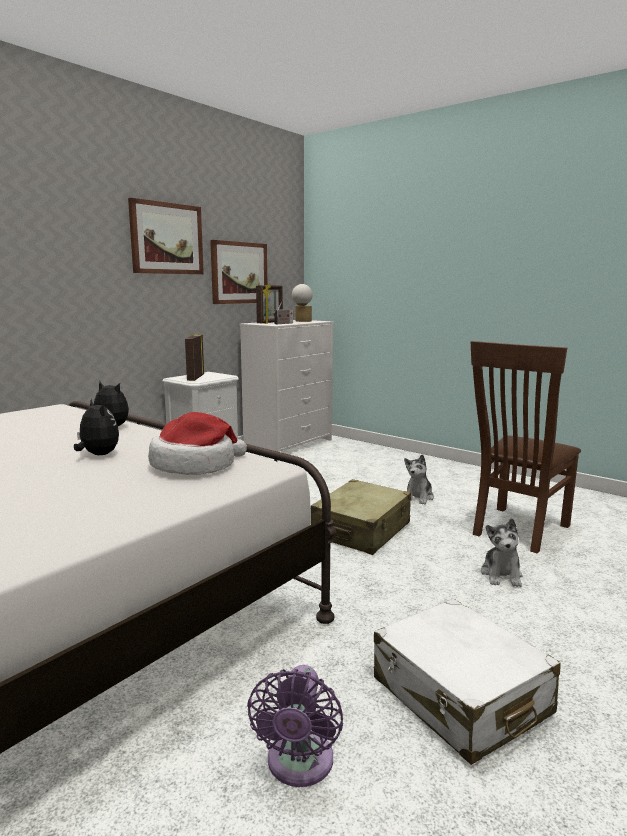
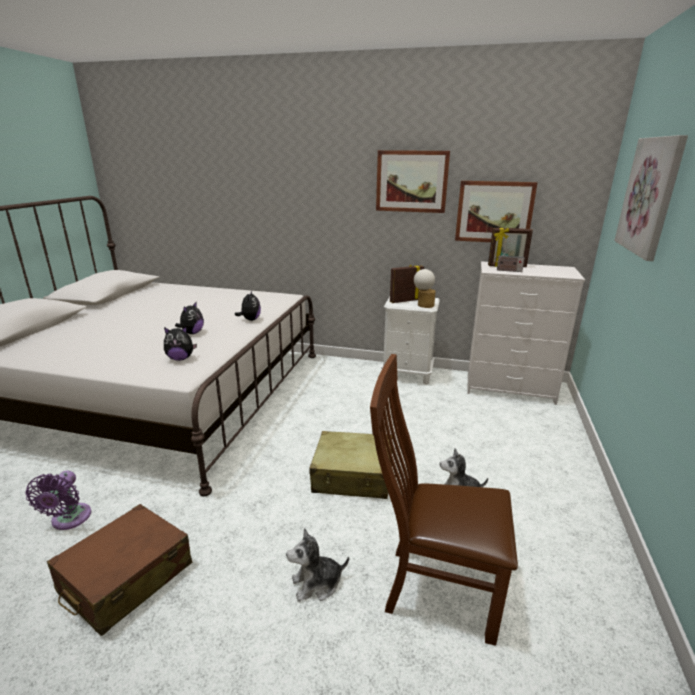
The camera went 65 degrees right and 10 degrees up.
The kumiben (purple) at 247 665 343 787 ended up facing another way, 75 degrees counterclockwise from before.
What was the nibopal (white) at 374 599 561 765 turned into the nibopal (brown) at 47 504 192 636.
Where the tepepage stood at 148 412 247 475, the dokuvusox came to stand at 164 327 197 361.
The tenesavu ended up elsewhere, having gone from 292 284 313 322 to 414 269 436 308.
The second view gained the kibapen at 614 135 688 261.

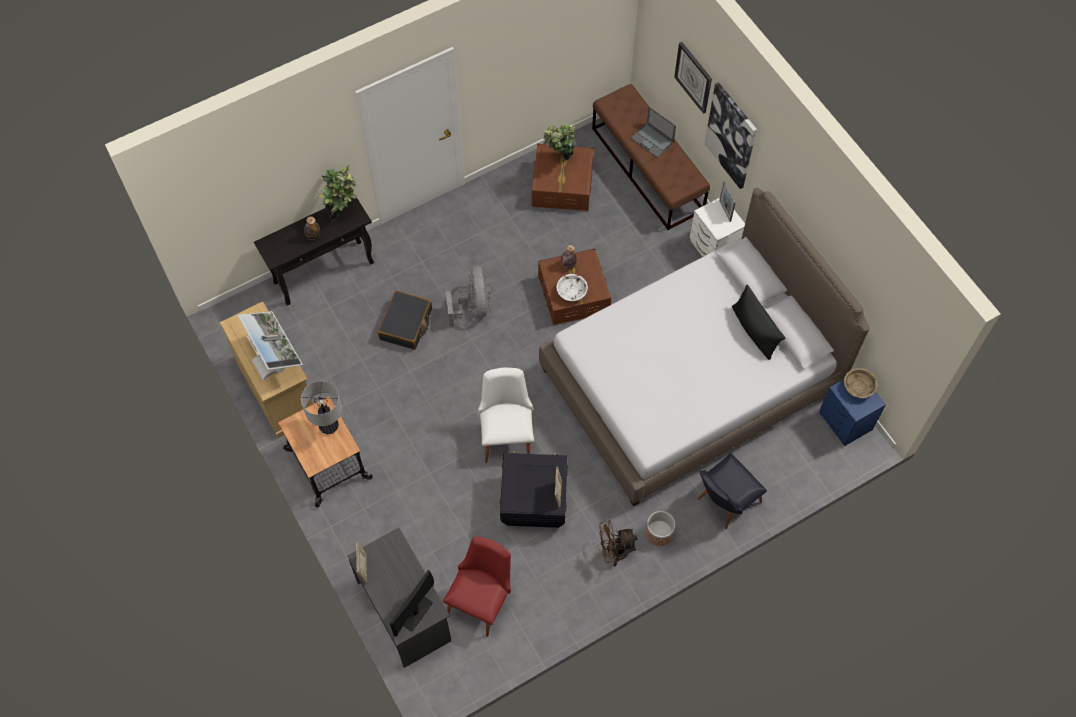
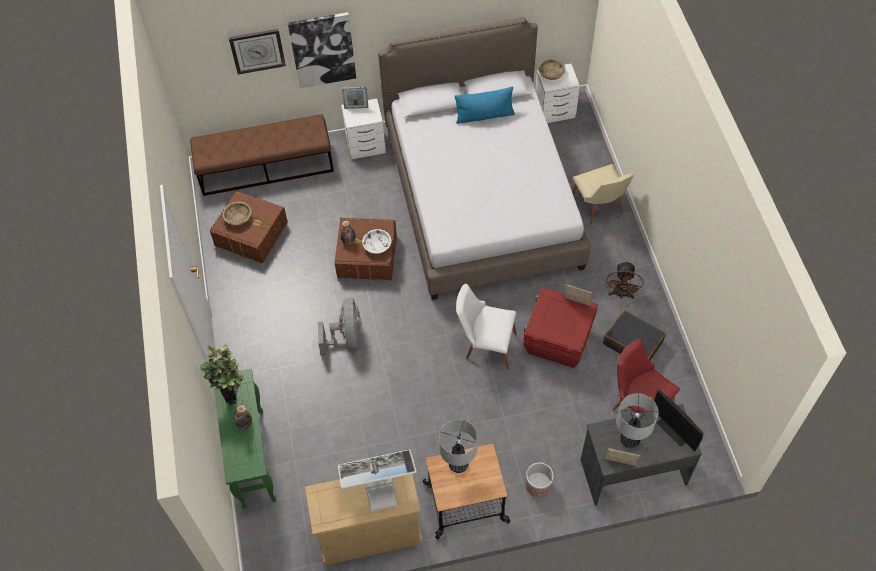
The camera went 70 degrees left and 5 degrees down.
What was the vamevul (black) at 254 194 374 306 turned into the vamevul (green) at 214 369 276 509.
Where the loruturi stood at 543 124 577 160, the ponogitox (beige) came to stand at 223 202 251 225.
The kumiben (grey) at 446 266 490 327 ended up facing another way, 75 degrees clockwise from before.
What was the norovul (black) at 732 285 785 360 turned into the norovul (blue) at 454 86 515 124.
What was the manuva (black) at 500 451 568 528 turned into the manuva (red) at 523 287 598 368.
The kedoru ended up elsewhere, having gone from 646 511 675 546 to 525 463 554 497.
What was the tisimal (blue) at 819 379 886 446 turned into the tisimal (white) at 535 64 580 123.
What was the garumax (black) at 698 453 767 529 turned into the garumax (beige) at 573 164 634 224.
The nibopal (black) ended up elsewhere, having gone from 378 290 432 350 to 603 310 666 361.
The second view gained the tenesavu at 616 393 658 448.
The second view lost the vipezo at 631 107 676 157.

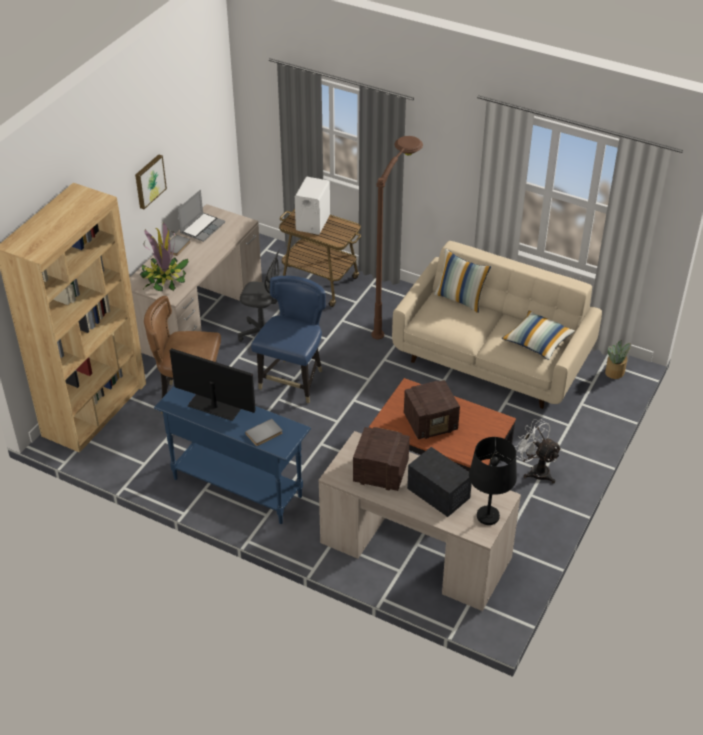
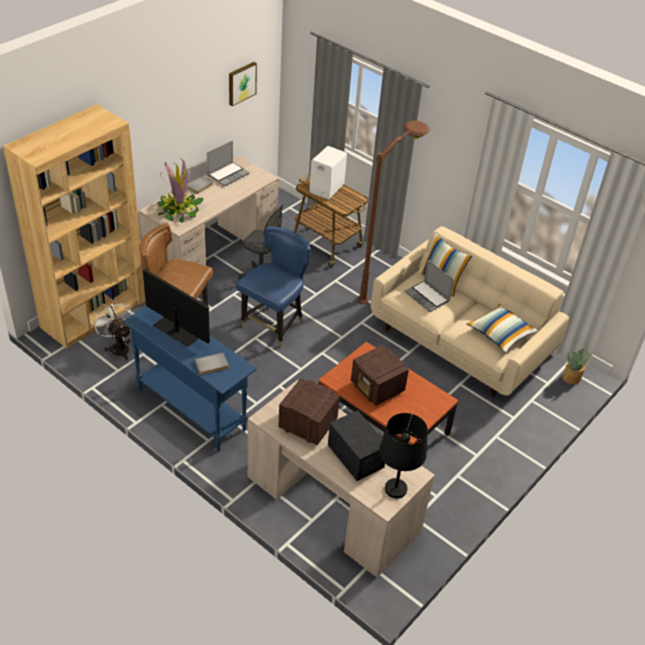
The camera went 10 degrees right and 0 degrees up.
The kumiben (white) ended up elsewhere, having gone from 515 419 562 484 to 92 300 133 360.
The kibapen ended up elsewhere, having gone from 135 154 167 209 to 229 62 257 106.
The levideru at 404 380 460 439 ended up facing another way, 60 degrees clockwise from before.
The second view gained the vipezo at 404 260 454 312.

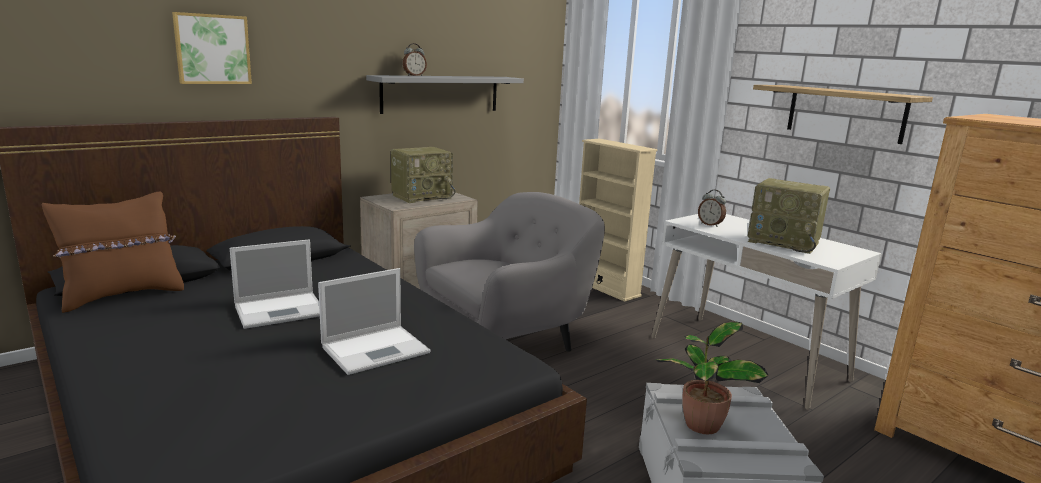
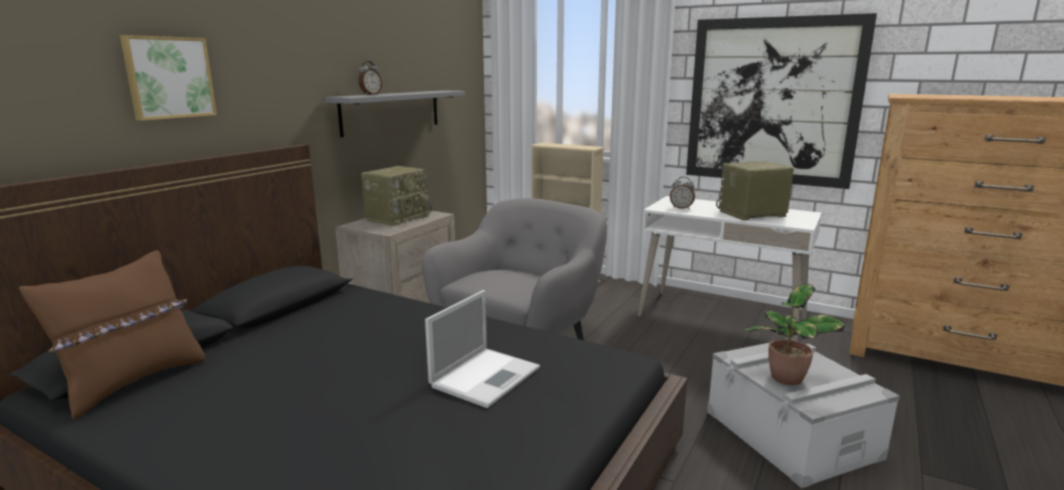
The camera went 20 degrees left and 0 degrees up.
Where the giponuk hung at 753 85 933 144, the kibapen came to hang at 686 13 877 189.
The levideru at 747 178 830 254 ended up facing another way, 150 degrees clockwise from before.
The second view lost the vipezo at 230 239 320 329.

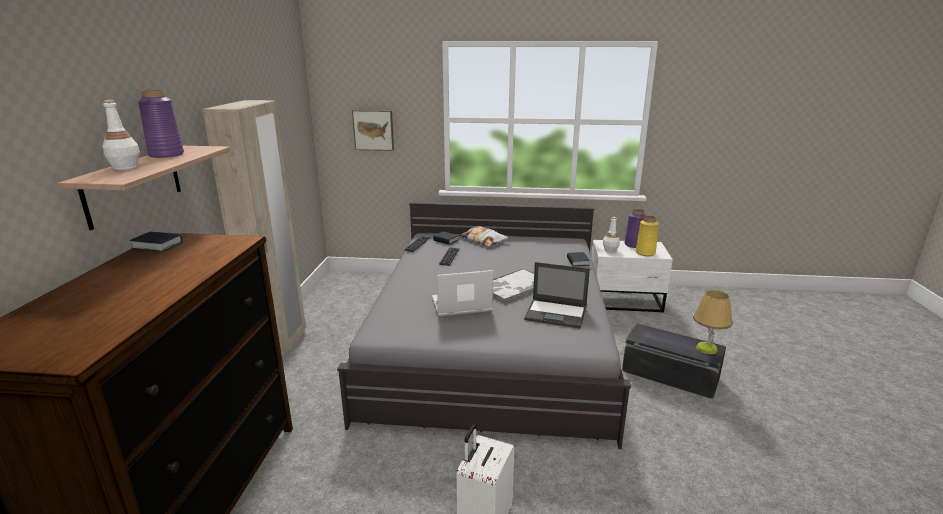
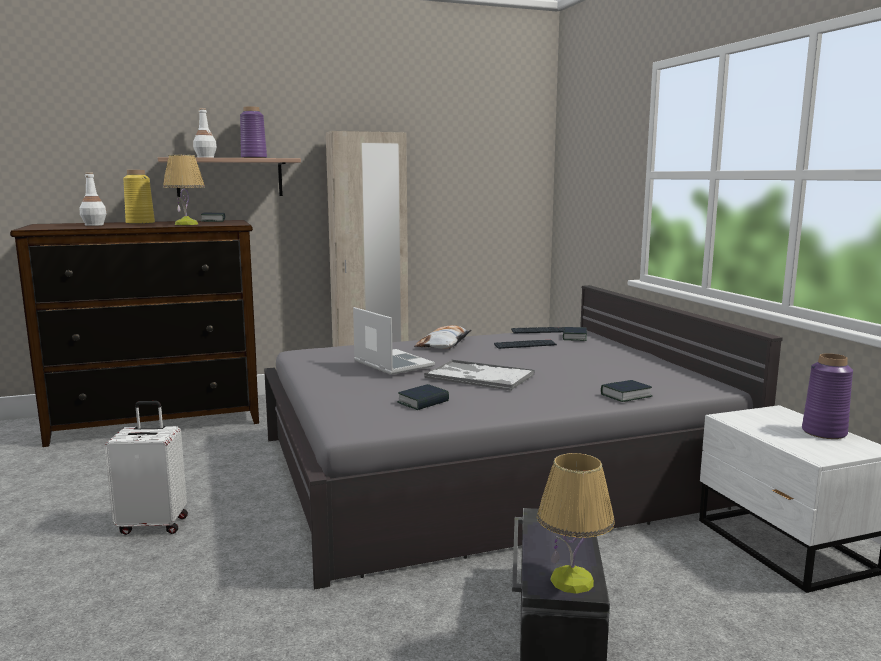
The camera went 65 degrees right and 10 degrees down.
The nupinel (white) ended up elsewhere, having gone from 603 217 620 253 to 80 172 107 226.
The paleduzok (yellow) ended up elsewhere, having gone from 636 216 659 256 to 123 170 155 224.
The second view gained the tenesavu at 163 155 205 225.
Where the vipezo stood at 524 262 590 329, the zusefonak came to stand at 397 384 449 410.
The norovul ended up elsewhere, having gone from 459 226 508 247 to 415 325 472 349.
The second view lost the kibapen at 352 110 394 151.

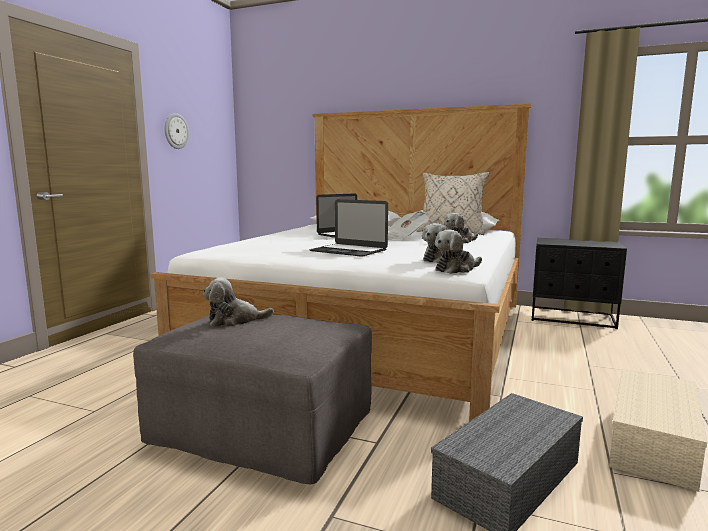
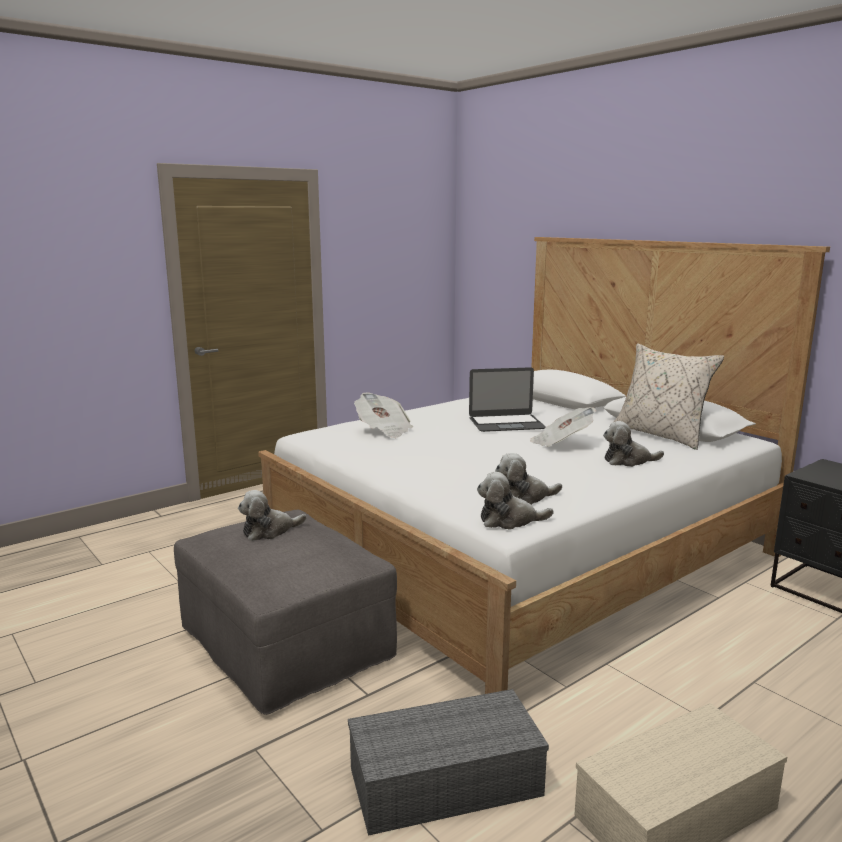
The camera went 30 degrees right and 5 degrees up.
The dokuvusox at 203 277 274 327 ended up facing another way, 45 degrees counterclockwise from before.
The second view gained the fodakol at 354 392 413 438.
The second view lost the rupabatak at 164 113 189 149.
The second view lost the vipezo at 309 199 388 257.

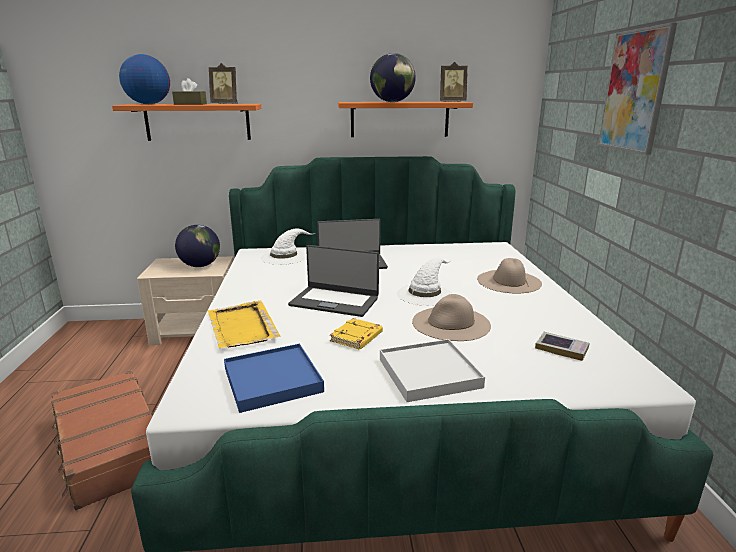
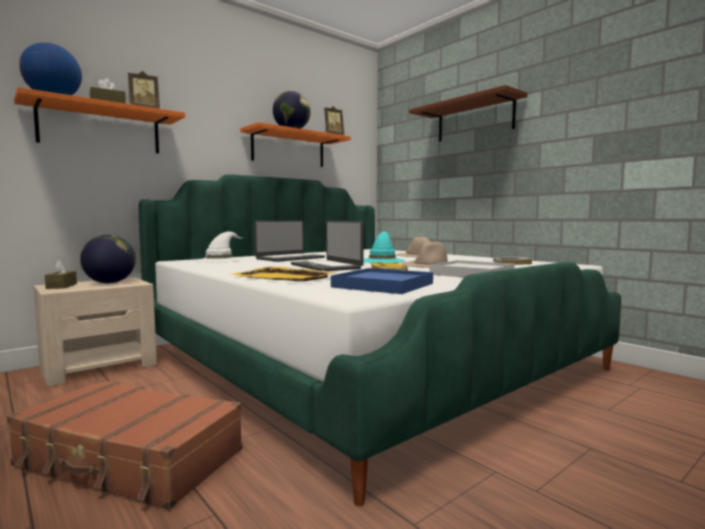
The camera went 35 degrees left and 15 degrees down.
The second view gained the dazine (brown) at 45 260 77 289.
The vipezo at 288 245 379 317 ended up facing another way, 75 degrees clockwise from before.
What was the tepepage (white) at 397 258 452 306 turned into the tepepage (turquoise) at 364 232 406 263.
Where the kibapen hung at 598 23 677 155, the giponuk (brown) came to hang at 409 85 528 142.

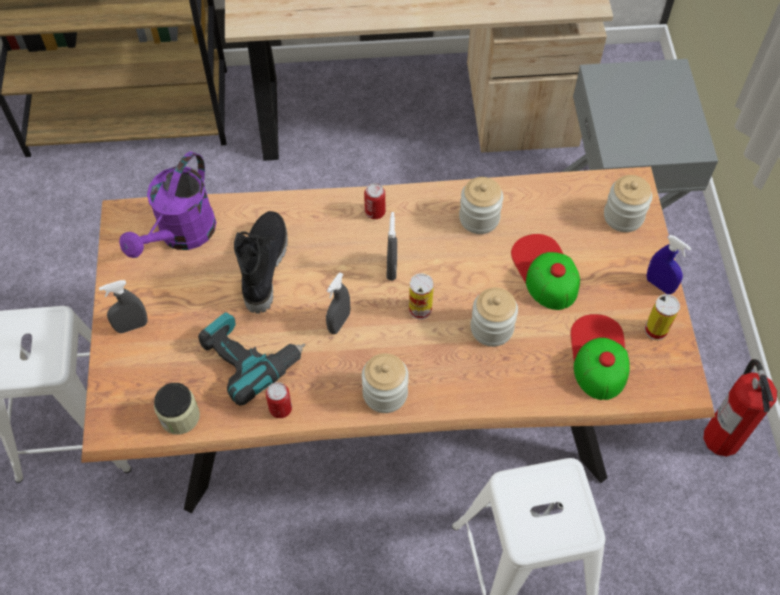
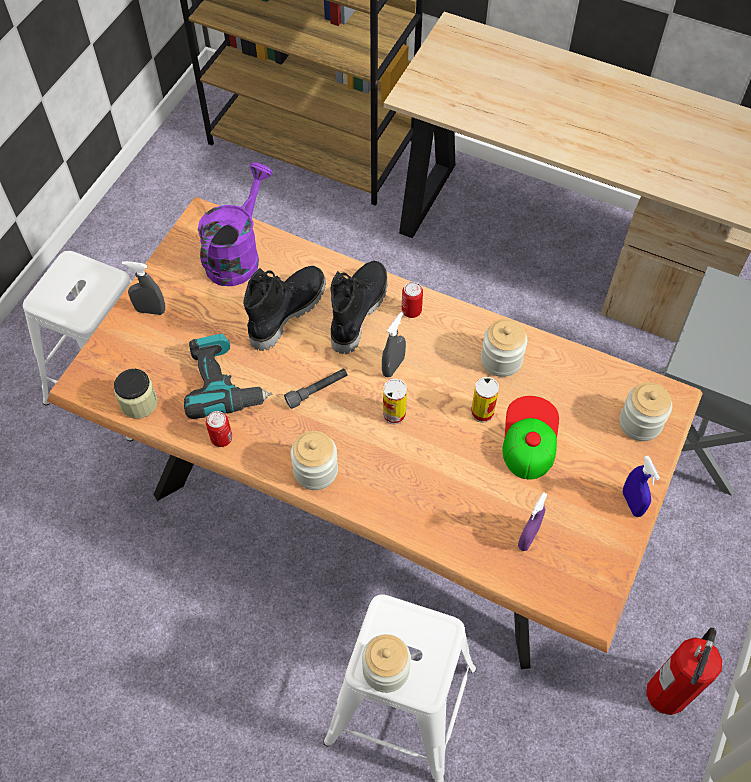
The camera went 30 degrees right and 0 degrees up.
The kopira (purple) at 119 152 216 258 ended up facing another way, 150 degrees clockwise from before.
Where the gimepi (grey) stood at 326 272 350 334, the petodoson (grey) came to stand at 284 368 348 409.
The second view gained the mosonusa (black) at 331 261 388 354.
The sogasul ended up elsewhere, having gone from 470 288 518 347 to 362 634 411 693.
The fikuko ended up elsewhere, having gone from 645 294 680 340 to 471 377 499 423.
Where the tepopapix stood at 571 314 630 400, the gimepi (purple) came to stand at 518 492 548 551.

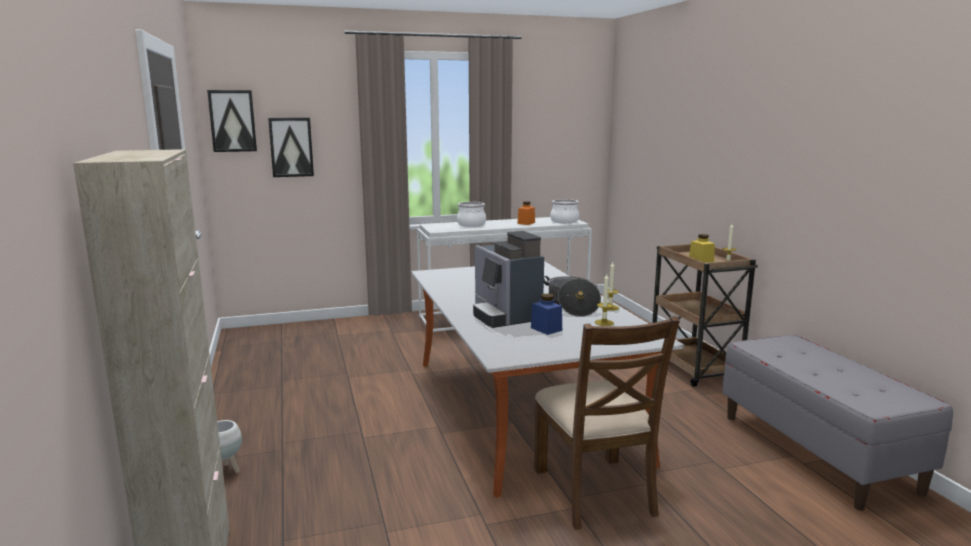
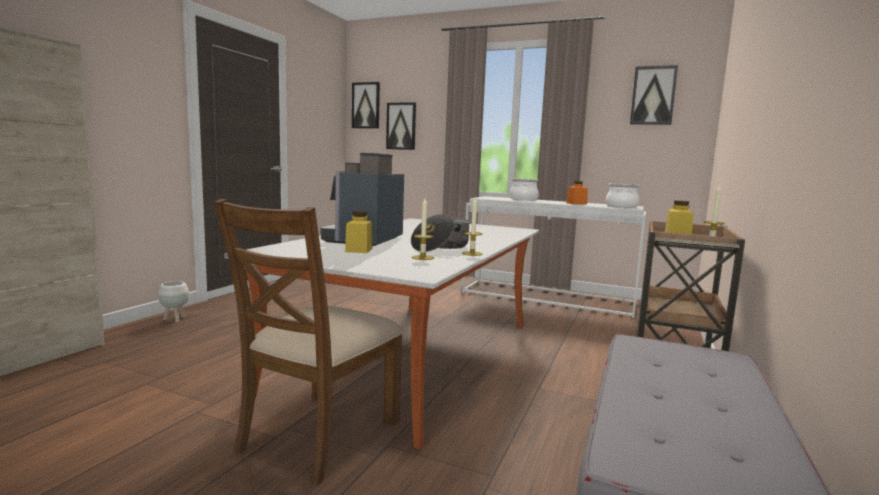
The camera went 40 degrees right and 5 degrees down.
What was the sogasul (blue) at 531 294 562 335 turned into the sogasul (yellow) at 345 211 373 253.
The second view gained the kibapen at 630 65 678 125.

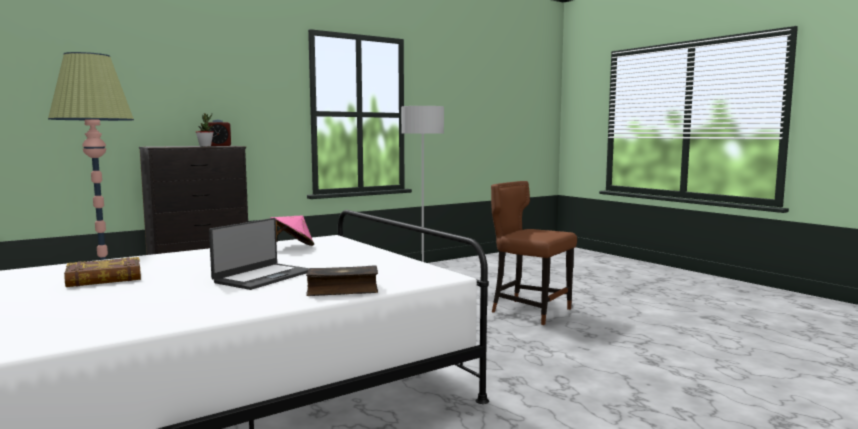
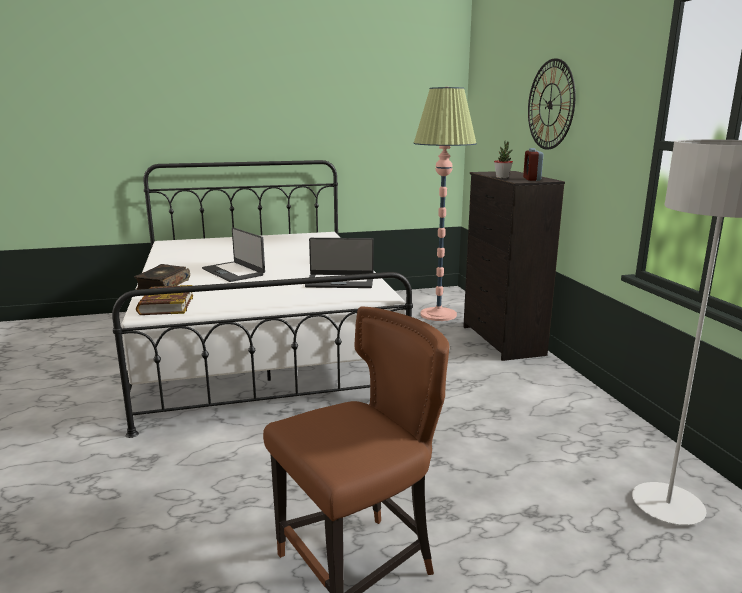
The camera went 110 degrees right and 10 degrees up.
The zusefonak ended up elsewhere, having gone from 64 257 141 287 to 136 285 193 315.
Where the tepepage (pink) stood at 271 215 314 246, the vipezo came to stand at 305 238 373 288.
The second view gained the rupabatak at 528 58 576 150.

